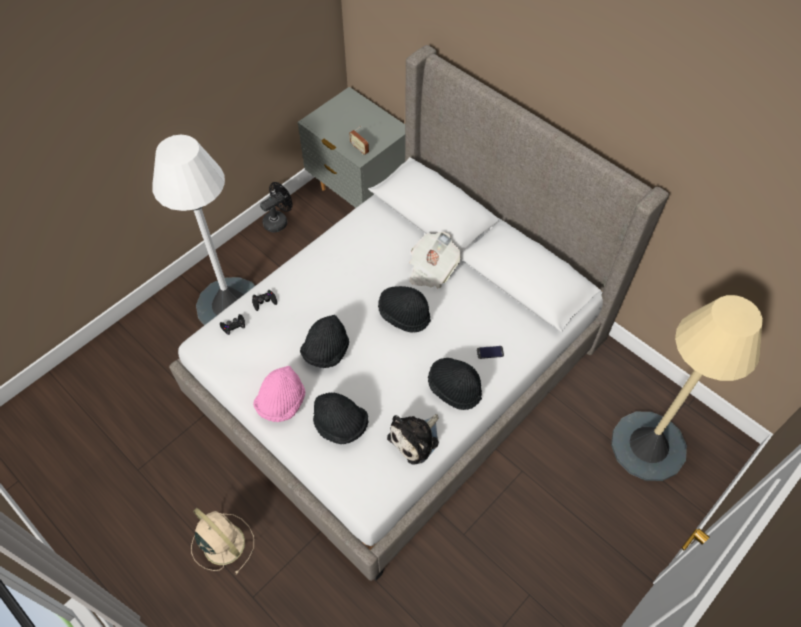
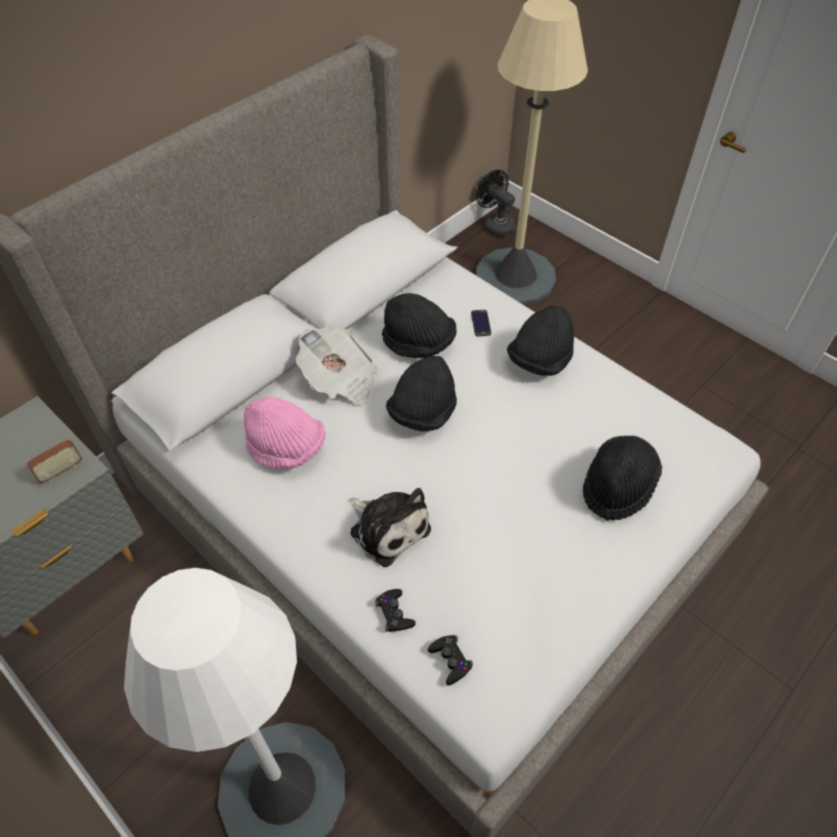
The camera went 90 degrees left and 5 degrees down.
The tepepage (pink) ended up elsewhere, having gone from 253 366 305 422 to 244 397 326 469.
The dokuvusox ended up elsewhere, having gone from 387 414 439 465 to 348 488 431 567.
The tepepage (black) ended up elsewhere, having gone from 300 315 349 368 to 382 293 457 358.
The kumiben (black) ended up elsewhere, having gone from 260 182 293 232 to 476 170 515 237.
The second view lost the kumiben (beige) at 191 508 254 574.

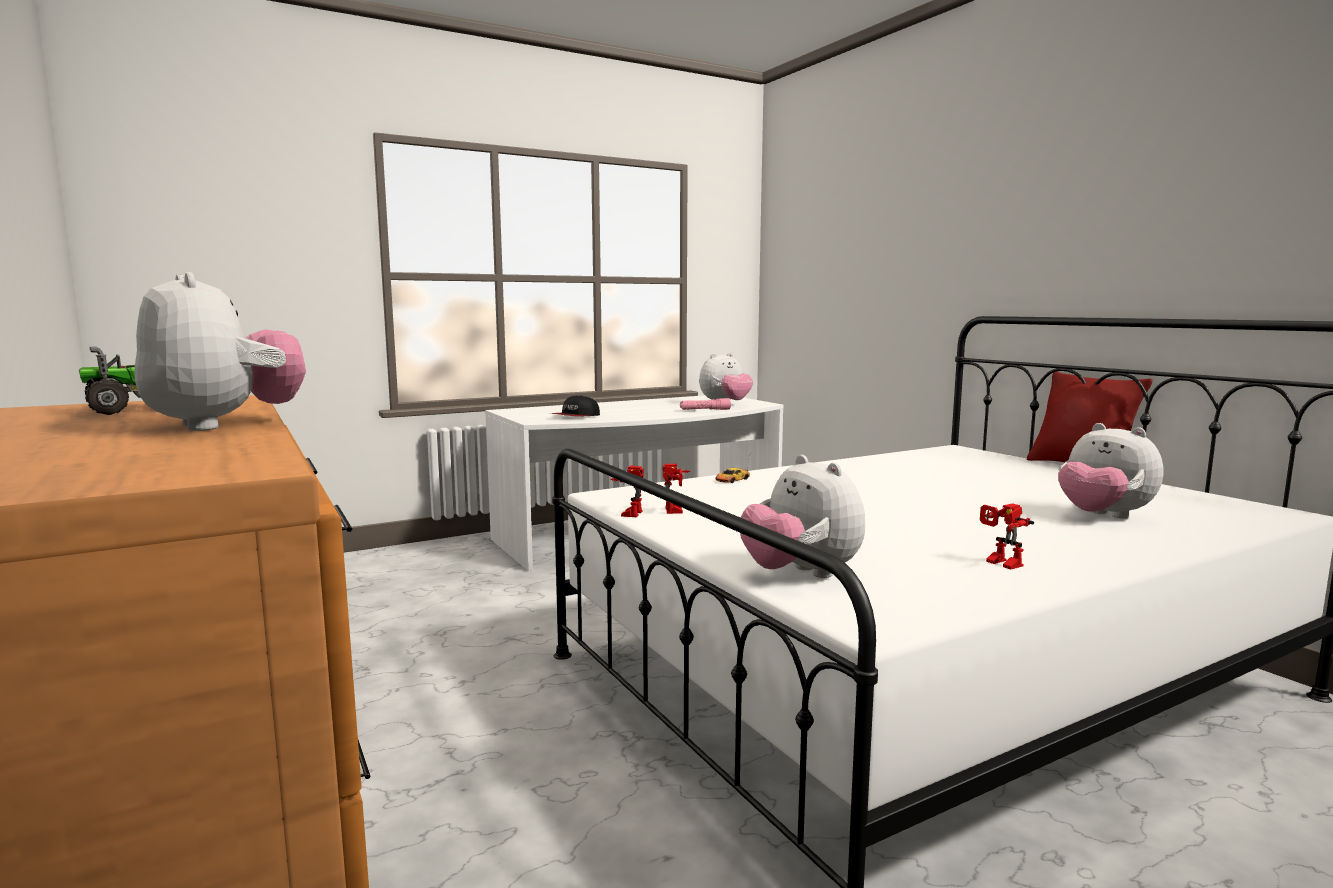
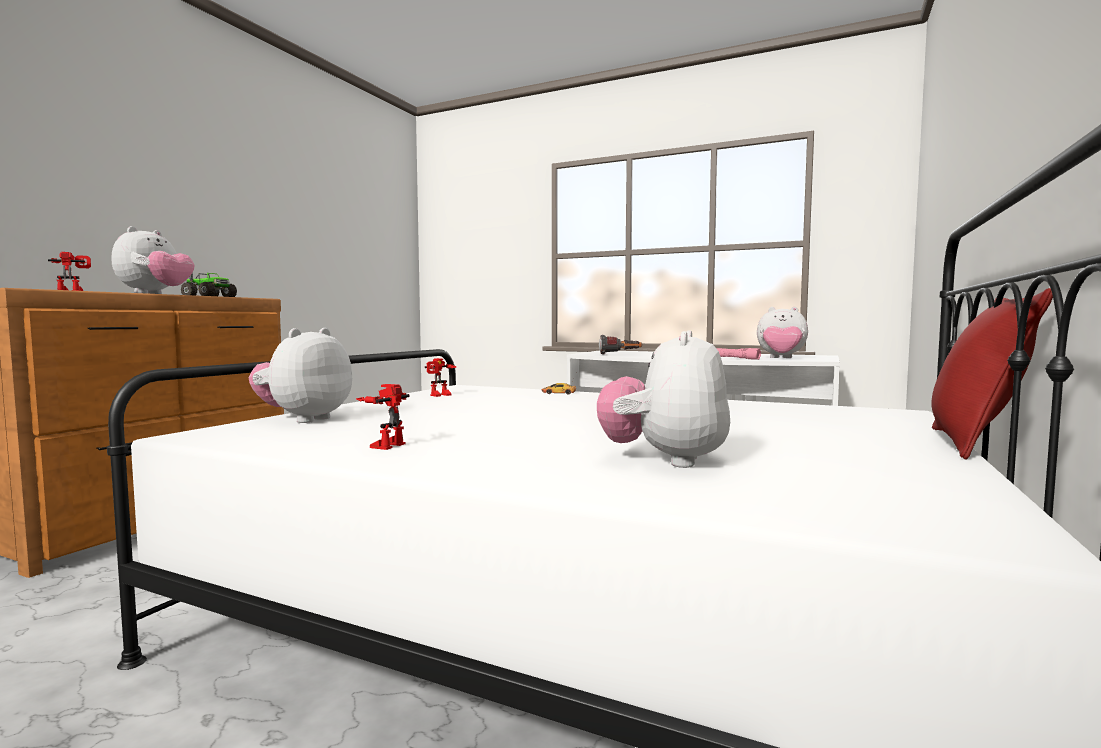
The camera went 55 degrees right and 5 degrees down.
The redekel ended up elsewhere, having gone from 610 465 644 517 to 48 252 91 291.
Where the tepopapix stood at 551 395 600 417, the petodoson came to stand at 599 335 642 355.

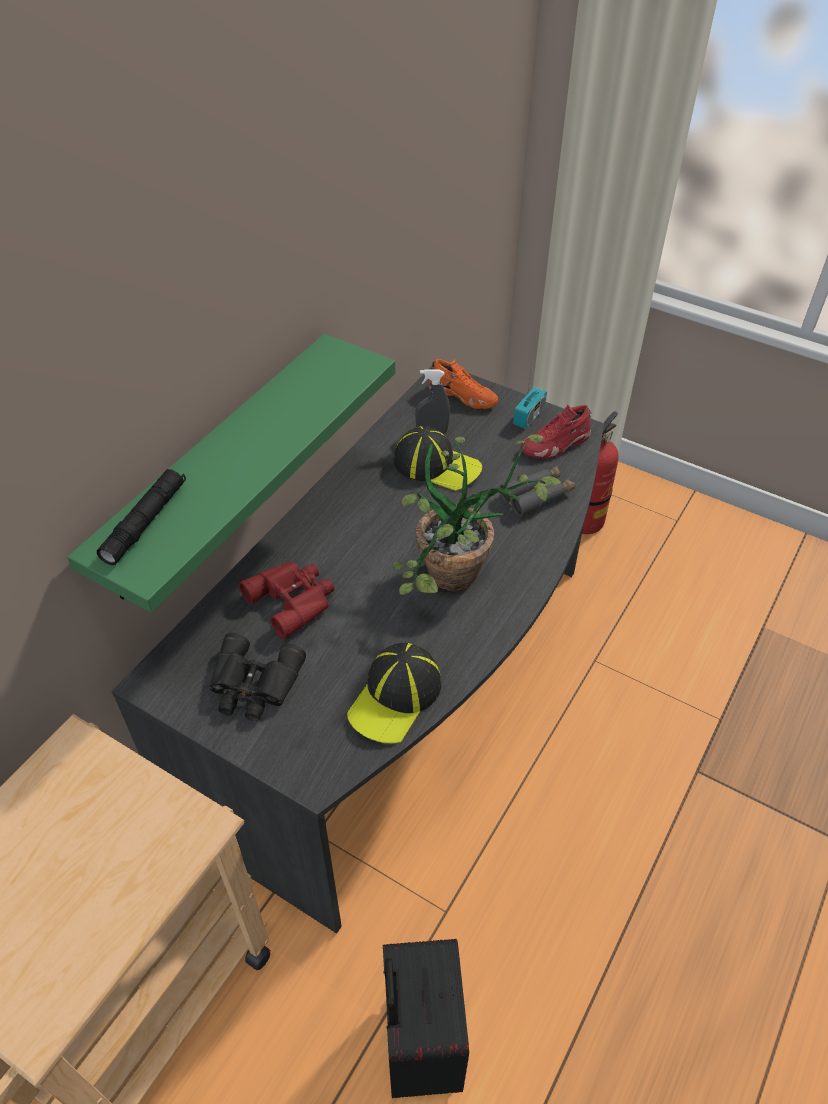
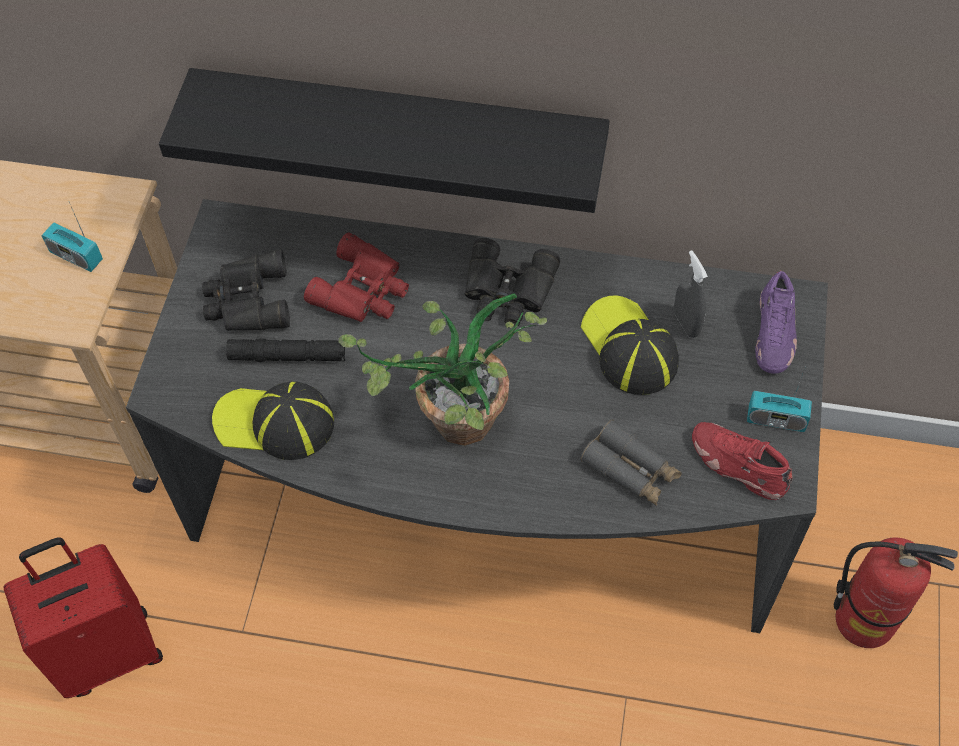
The camera went 70 degrees right and 10 degrees up.
What was the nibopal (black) at 383 939 469 1098 turned into the nibopal (red) at 4 537 163 698.
The second view gained the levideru at 42 202 103 272.
What was the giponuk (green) at 67 334 395 613 turned into the giponuk (black) at 159 68 609 213.
The petodoson (black) ended up elsewhere, having gone from 97 469 186 565 to 226 338 345 362.
The second view gained the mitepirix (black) at 465 238 560 326.
The tepopapix at 394 426 482 491 ended up facing another way, 150 degrees clockwise from before.
What was the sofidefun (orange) at 429 359 498 409 turned into the sofidefun (purple) at 755 270 797 374.

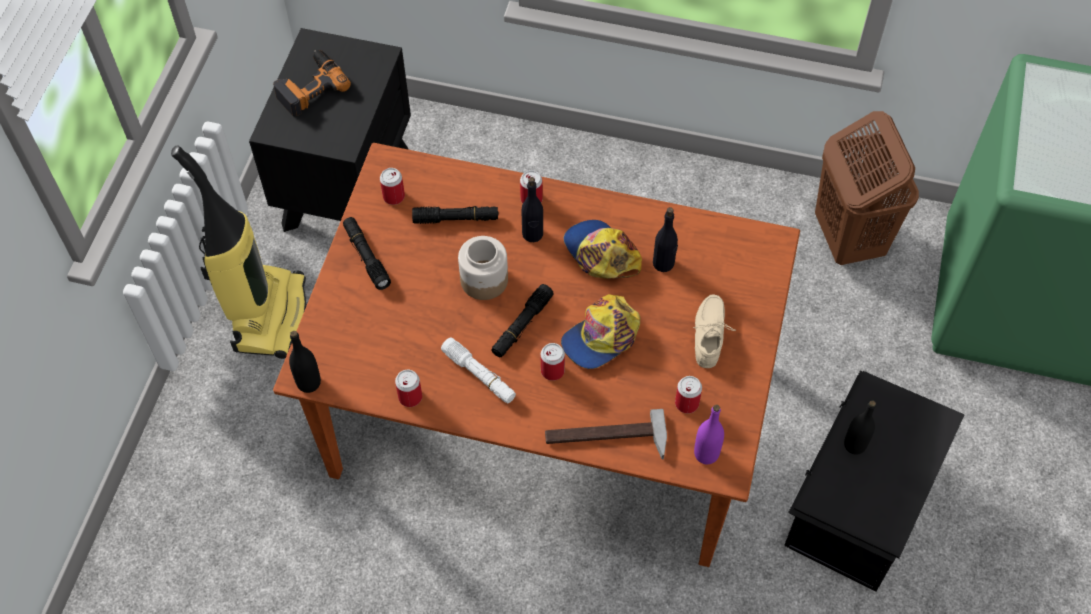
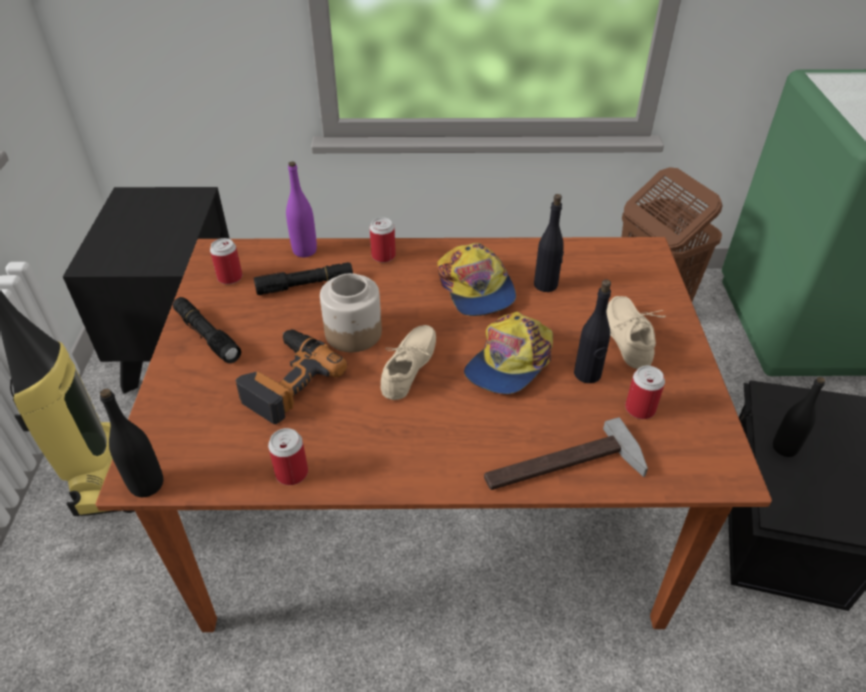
The camera went 15 degrees left and 15 degrees down.
The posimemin ended up elsewhere, having gone from 273 50 351 117 to 236 329 347 424.
The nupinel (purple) ended up elsewhere, having gone from 694 405 724 464 to 286 162 317 257.
Where the petodoson (black) stood at 491 284 554 357, the sofidefun (beige) came to stand at 381 325 436 400.
The tepopapix at 564 220 642 279 ended up facing another way, 150 degrees counterclockwise from before.
The nupinel (black) ended up elsewhere, having gone from 521 177 543 242 to 574 279 611 383.
The second view lost the petodoson (white) at 441 338 516 404.
The second view lost the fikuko at 541 343 565 381.

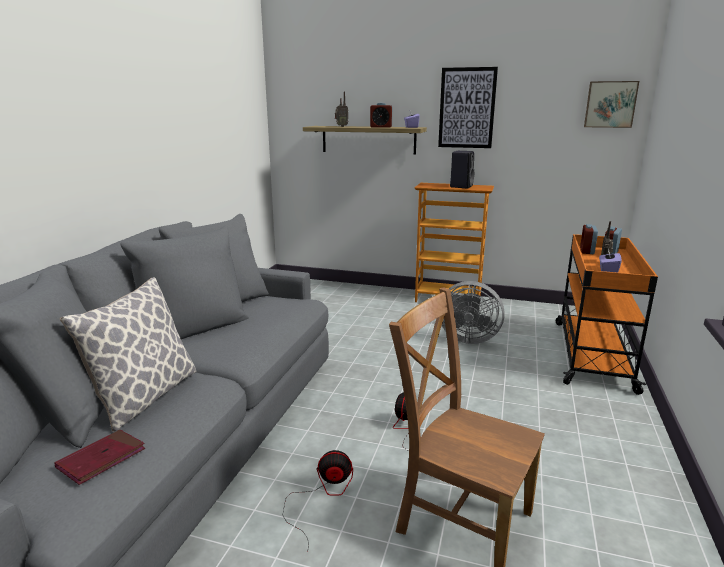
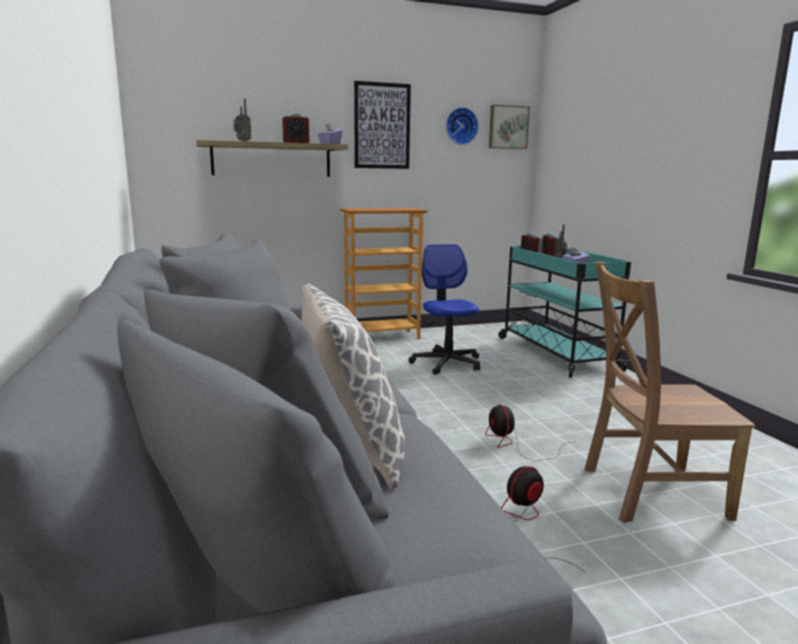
The camera went 35 degrees left and 5 degrees down.
Where the kumiben (grey) stood at 442 281 505 344, the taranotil came to stand at 409 244 480 375.
The second view gained the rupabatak at 446 107 479 145.
What was the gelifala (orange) at 556 234 658 395 turned into the gelifala (turquoise) at 498 246 631 378.
The second view lost the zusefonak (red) at 54 430 145 485.
The second view lost the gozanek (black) at 450 151 474 188.

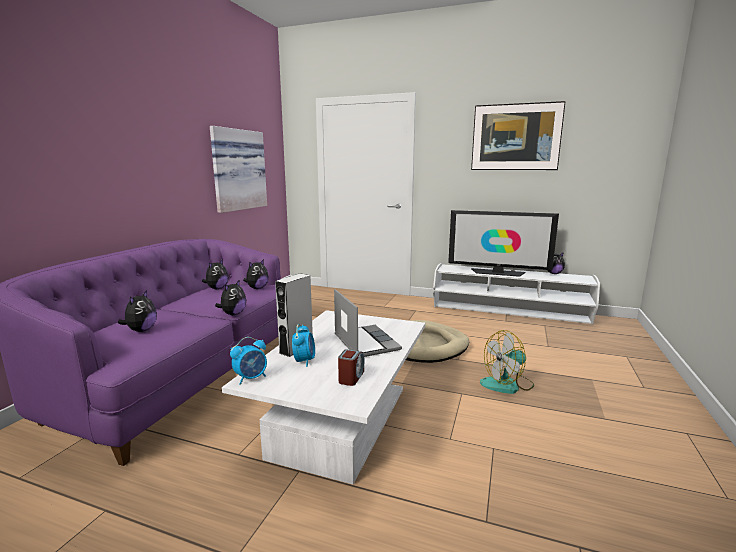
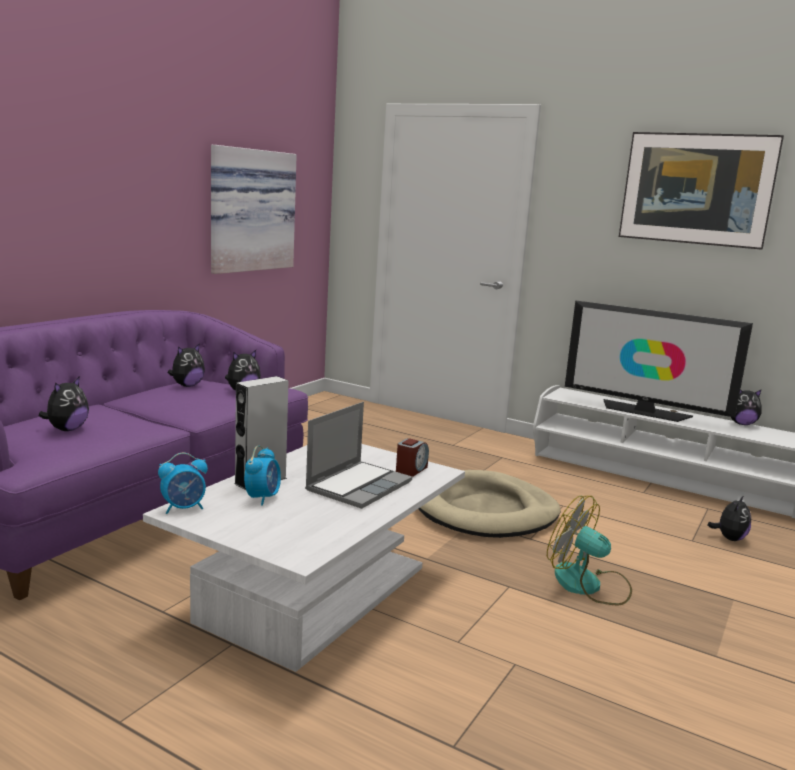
The camera went 10 degrees right and 0 degrees up.
The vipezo at 334 289 402 357 ended up facing another way, 45 degrees clockwise from before.
The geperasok ended up elsewhere, having gone from 338 350 365 386 to 396 438 429 477.
The kumiben at 480 330 534 394 ended up facing another way, 45 degrees clockwise from before.
The dokuvusox ended up elsewhere, having gone from 215 279 246 315 to 707 495 751 541.

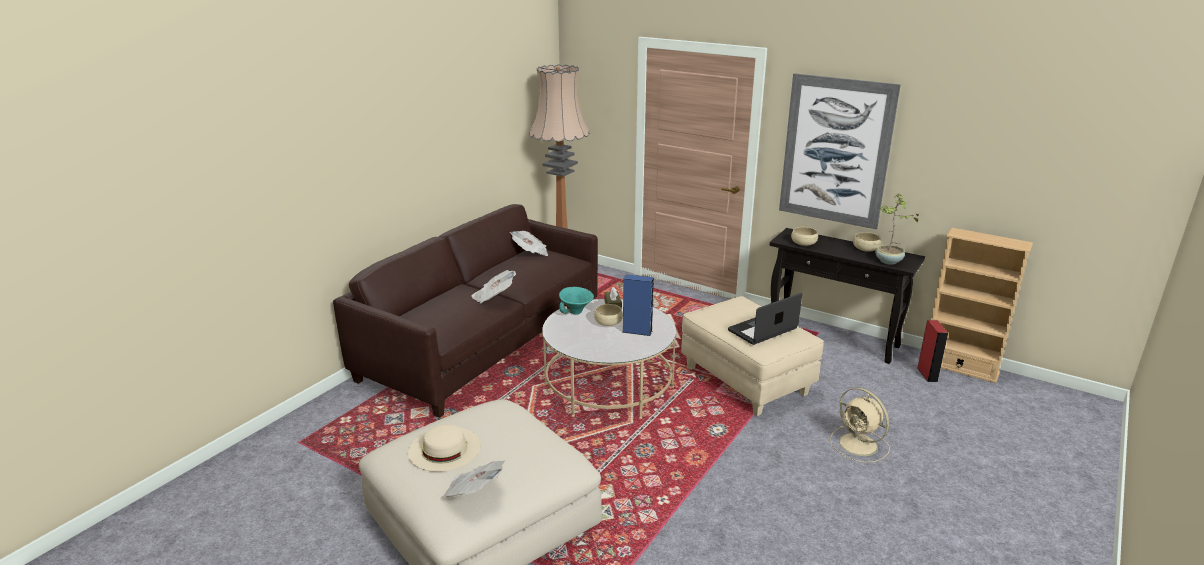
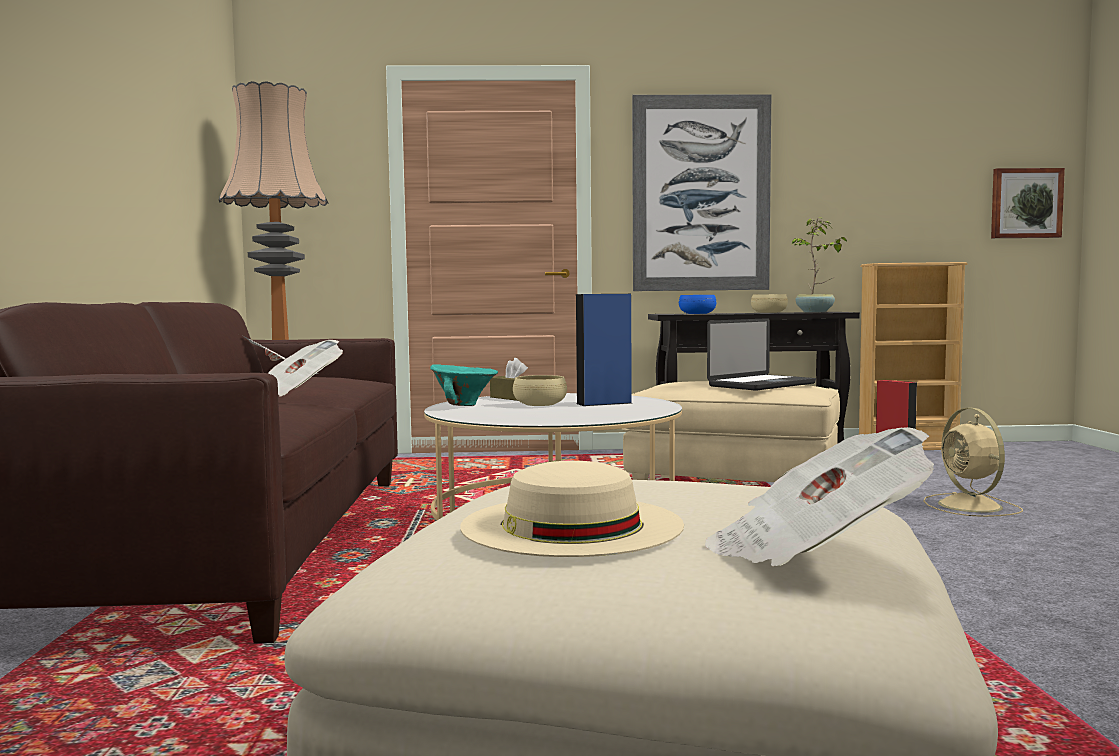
The camera went 35 degrees left and 20 degrees down.
What was the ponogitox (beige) at 791 227 818 246 turned into the ponogitox (blue) at 679 295 716 314.
The vipezo at 728 293 802 345 ended up facing another way, 150 degrees counterclockwise from before.
The kumiben (beige) at 830 388 890 463 ended up facing another way, 60 degrees clockwise from before.
The second view gained the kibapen at 991 168 1065 238.

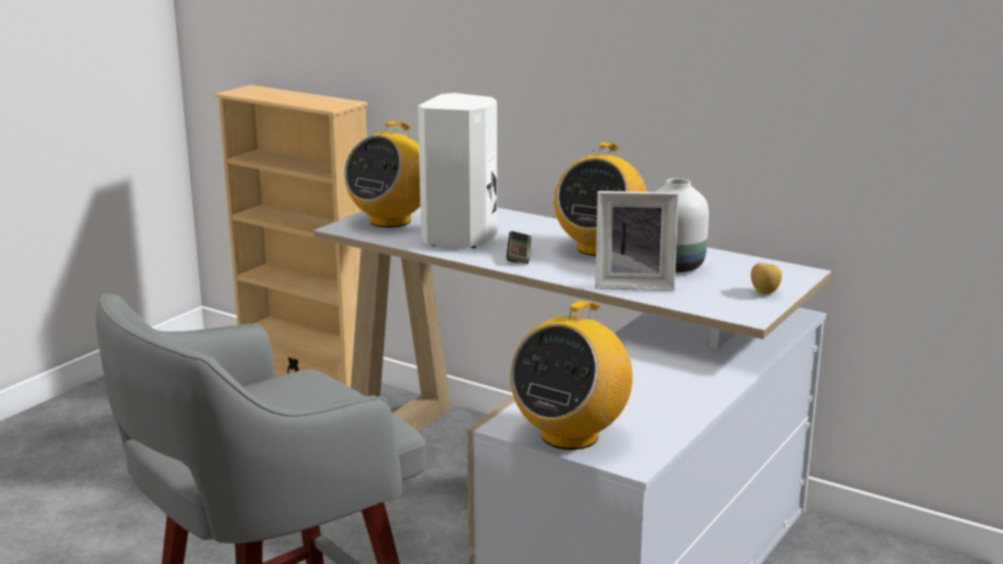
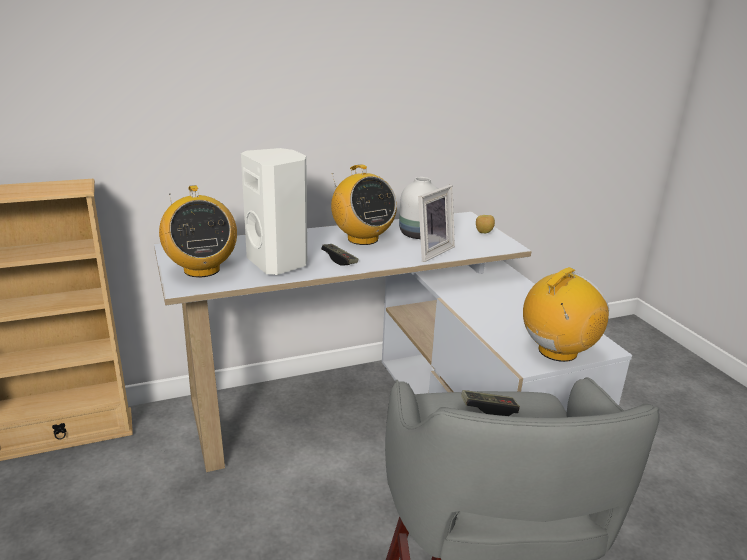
The camera went 55 degrees left and 5 degrees up.
The second view gained the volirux at 461 390 520 416.
The levideru at 510 301 633 450 ended up facing another way, 105 degrees counterclockwise from before.

